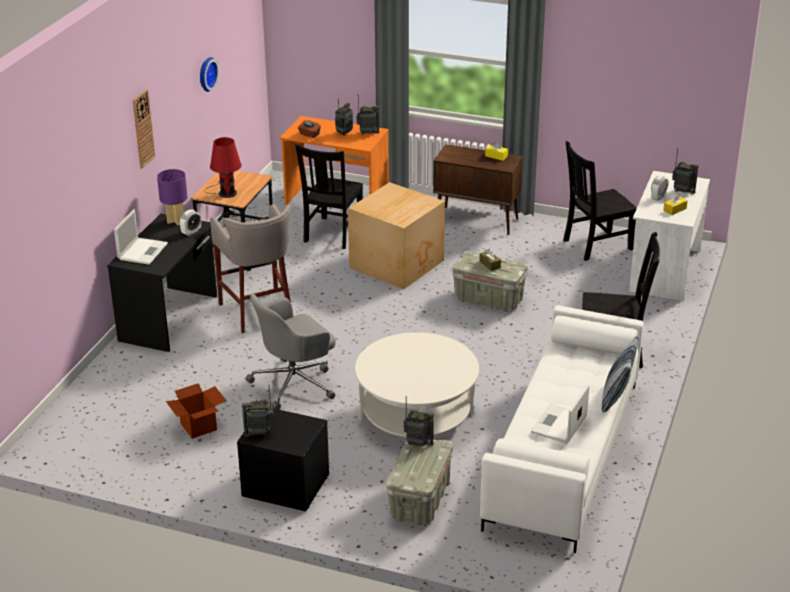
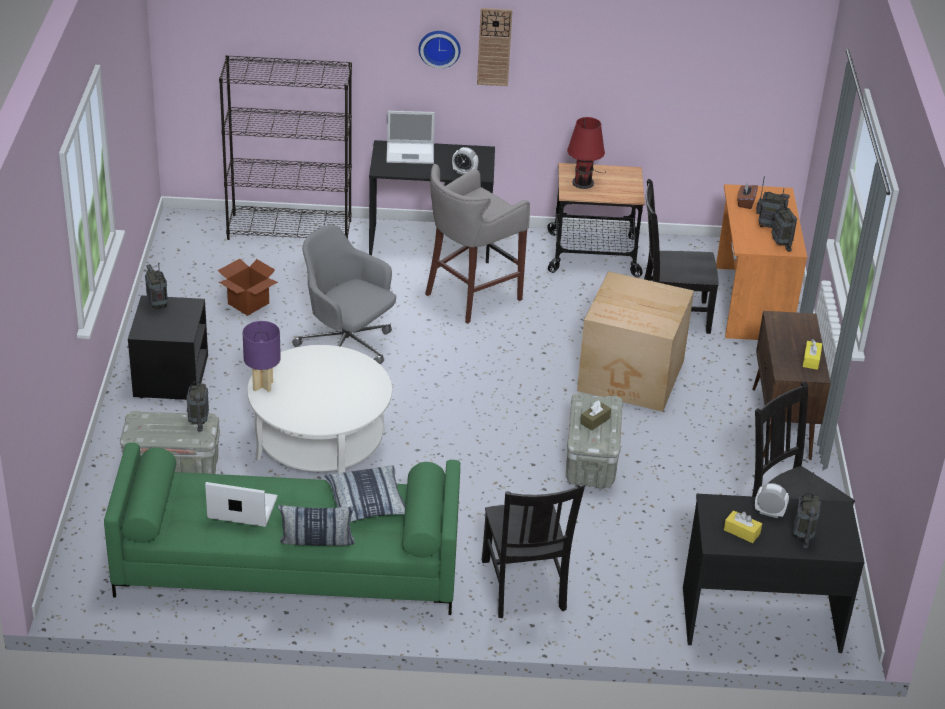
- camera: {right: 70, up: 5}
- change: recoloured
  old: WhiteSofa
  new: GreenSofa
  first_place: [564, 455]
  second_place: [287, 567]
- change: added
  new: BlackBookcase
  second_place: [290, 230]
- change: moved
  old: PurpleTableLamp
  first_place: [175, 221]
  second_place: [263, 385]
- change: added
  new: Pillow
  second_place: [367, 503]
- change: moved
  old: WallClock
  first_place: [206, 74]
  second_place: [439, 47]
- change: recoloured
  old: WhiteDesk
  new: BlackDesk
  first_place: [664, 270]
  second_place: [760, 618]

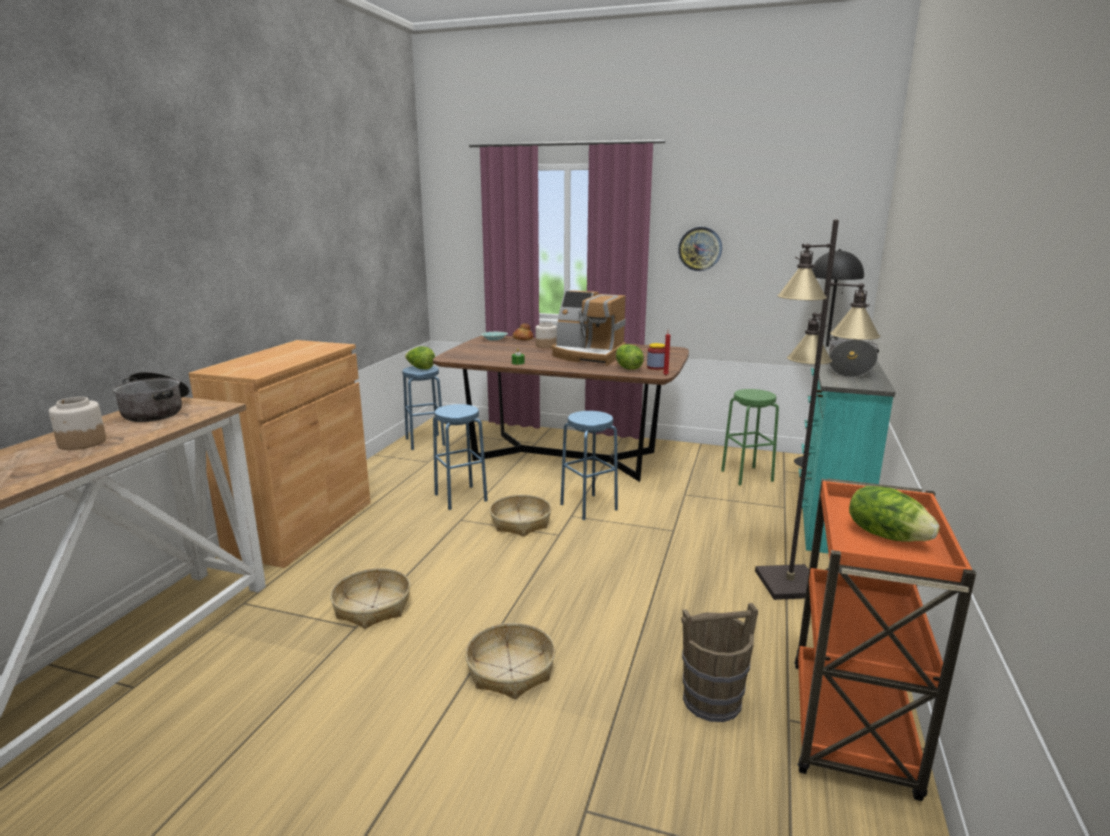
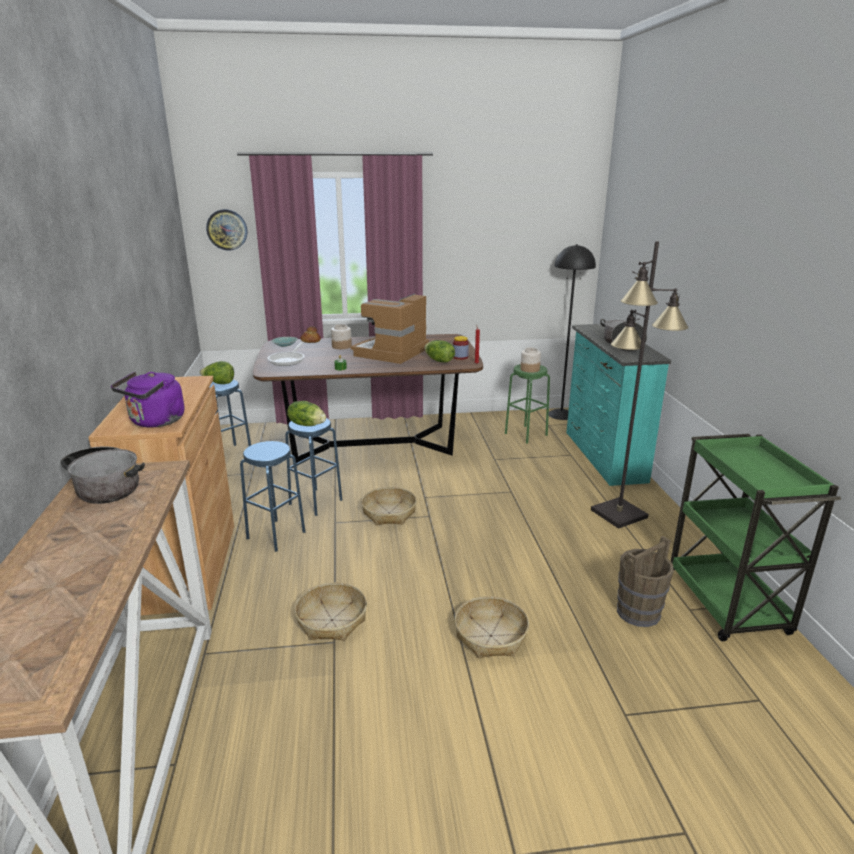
- camera: {right: -25, up: 5}
- change: added
  new: PurpleKettle
  second_place: [155, 422]
- change: moved
  old: WallClock
  first_place: [700, 249]
  second_place: [227, 229]
- change: moved
  old: BlueStool
  first_place: [588, 507]
  second_place: [276, 535]
- change: added
  new: FryingPan
  second_place: [288, 360]
- change: moved
  old: Lettuce
  first_place: [886, 535]
  second_place: [307, 424]
- change: turned
  old: CoffeeMachine
  first_place: [588, 356]
  second_place: [391, 352]
  degrees: 120
- change: moved
  old: Jar
  first_place: [82, 443]
  second_place: [529, 369]
- change: recoloured
  old: OrangeCart
  new: GreenCart
  first_place: [851, 729]
  second_place: [727, 604]

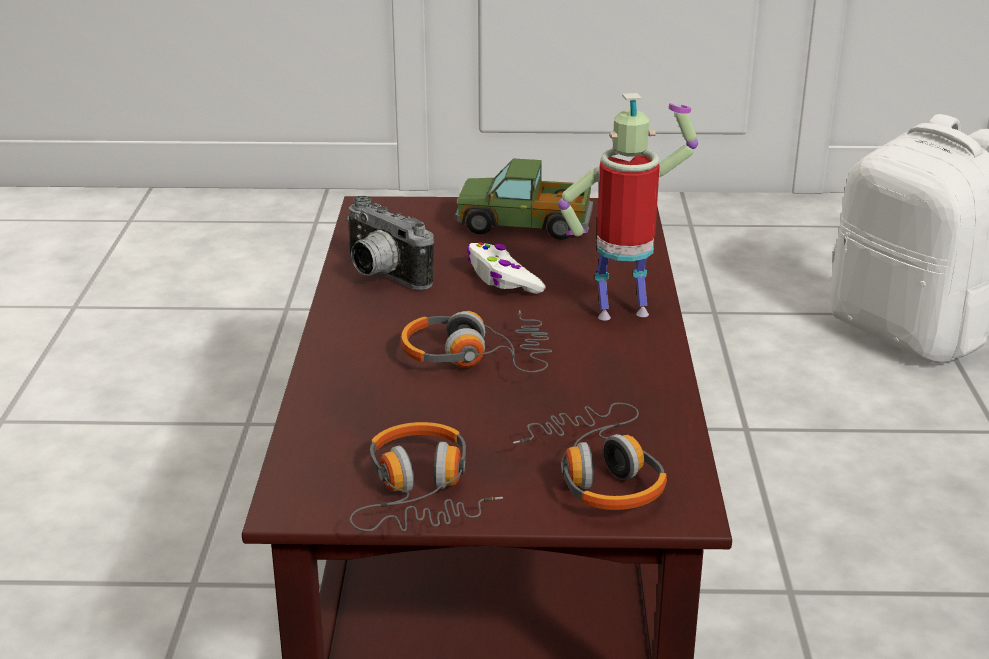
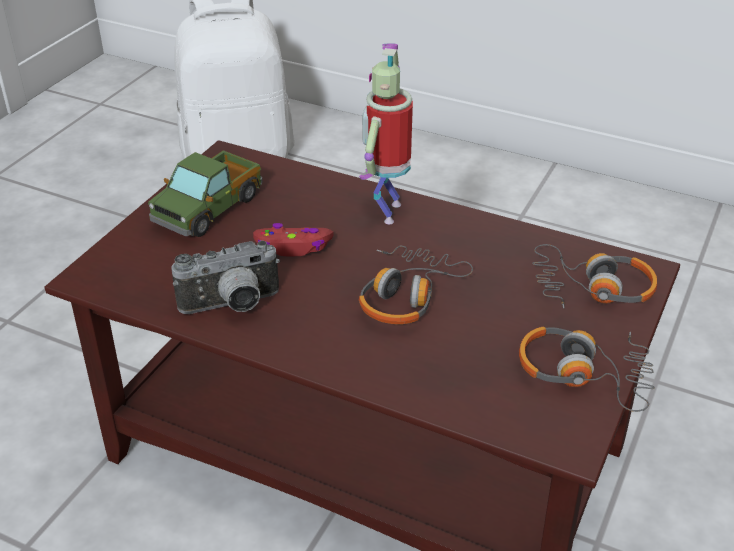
- camera: {right: -65, up: 10}
- change: recoloured
  old: WhiteGameController
  new: RedGameController
  first_place: [502, 279]
  second_place: [293, 247]

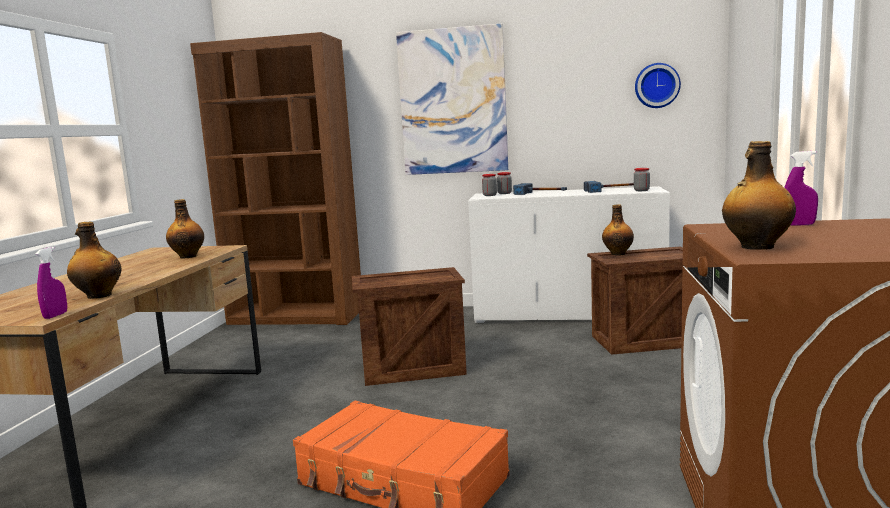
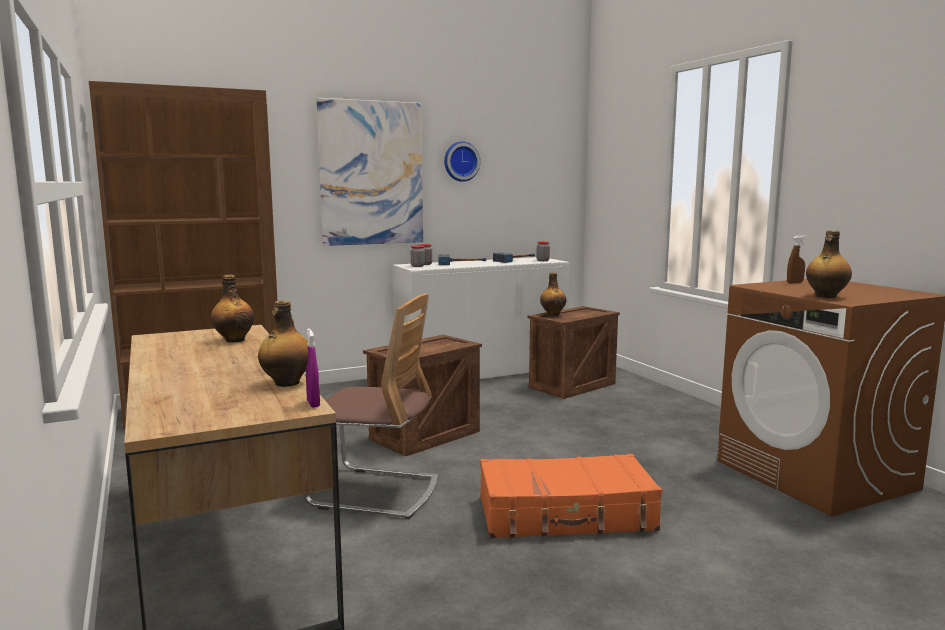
- camera: {right: -35, up: 0}
- change: added
  new: Chair
  second_place: [374, 492]
- change: moved
  old: WallClock
  first_place: [656, 85]
  second_place: [460, 161]
- change: recoloured
  old: PurpleSprayBottle
  new: BrownSprayBottle
  first_place: [798, 225]
  second_place: [795, 283]

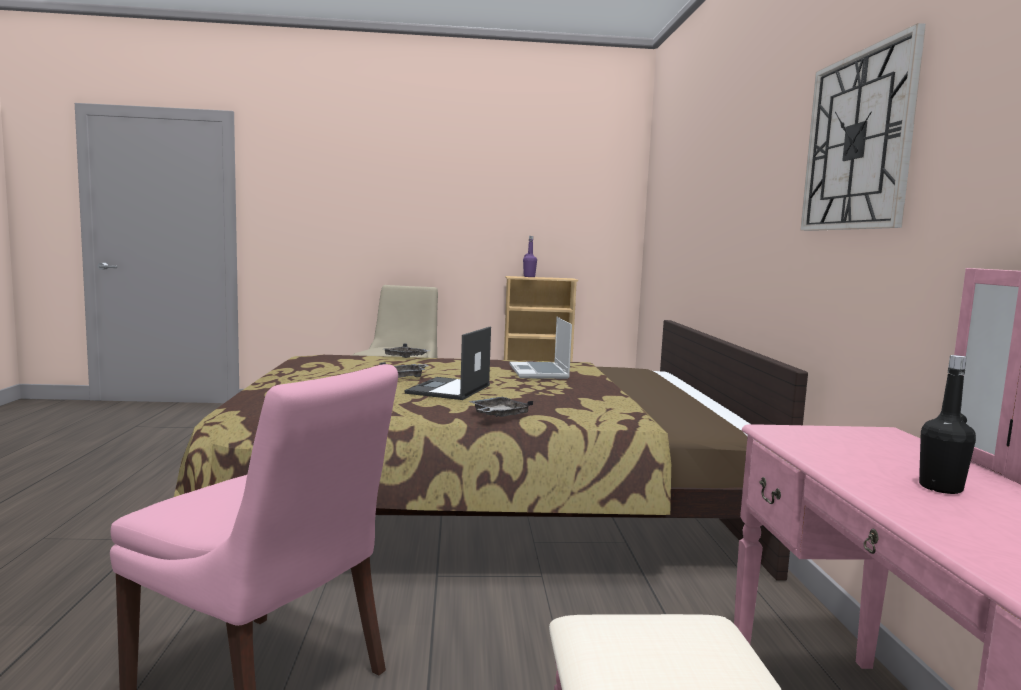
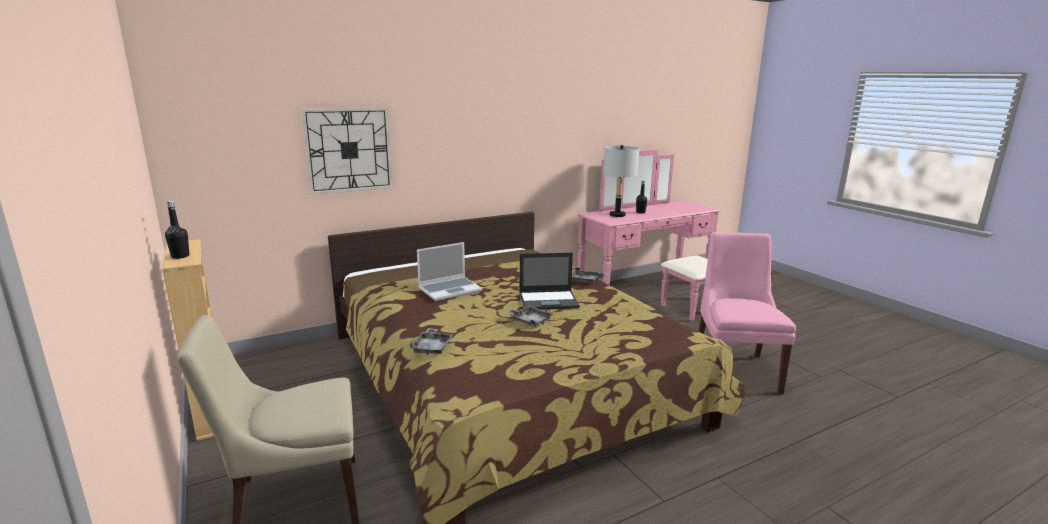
- camera: {right: -115, up: 10}
- change: recoloured
  old: PurpleBottle
  new: BlackBottle
  first_place: [529, 276]
  second_place: [180, 256]
- change: moved
  old: WallClock
  first_place: [858, 141]
  second_place: [349, 150]
- change: added
  new: GreyTableLamp
  second_place: [617, 215]

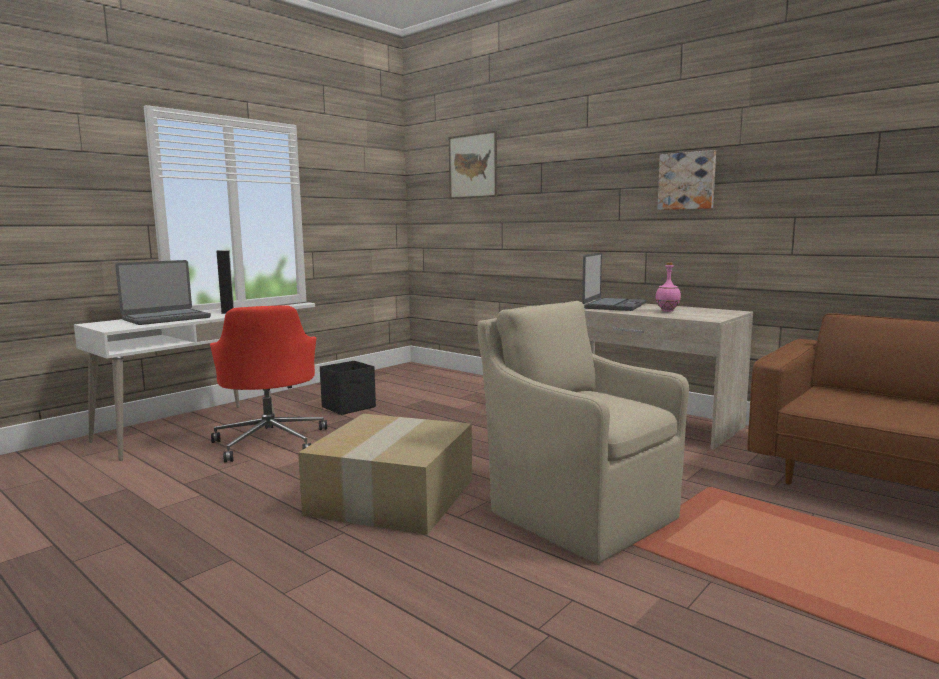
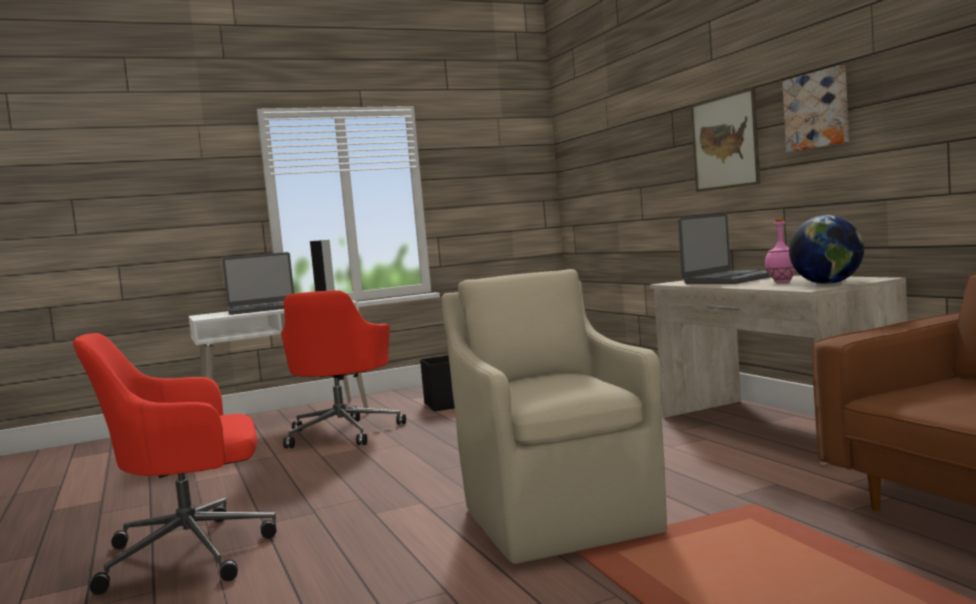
- camera: {right: 25, up: -5}
- change: added
  new: RedOfficeChair
  second_place: [193, 552]
- change: moved
  old: Picture
  first_place: [473, 166]
  second_place: [725, 142]
- change: added
  new: Globe
  second_place: [827, 283]
- change: removed
  old: CardboardBox
  first_place: [391, 495]

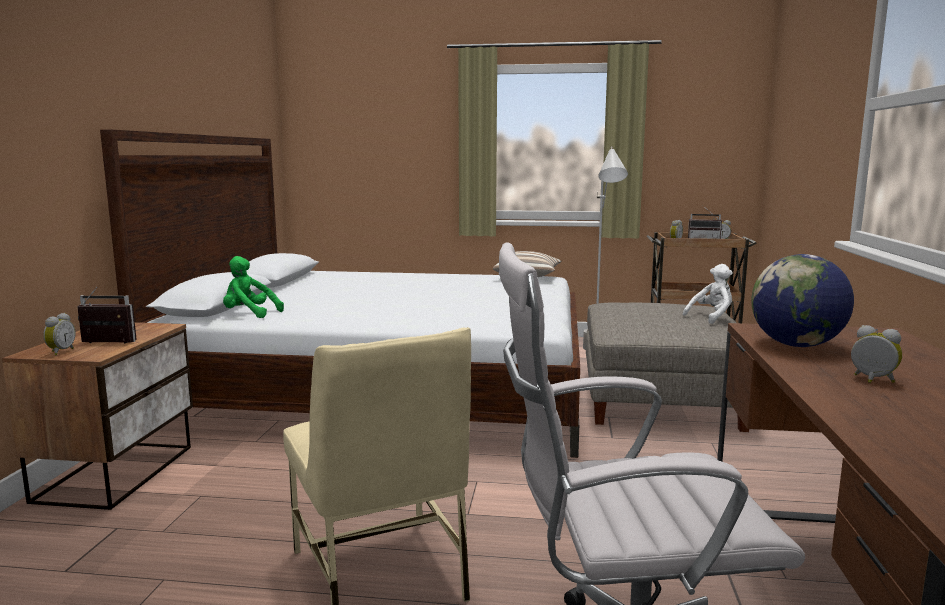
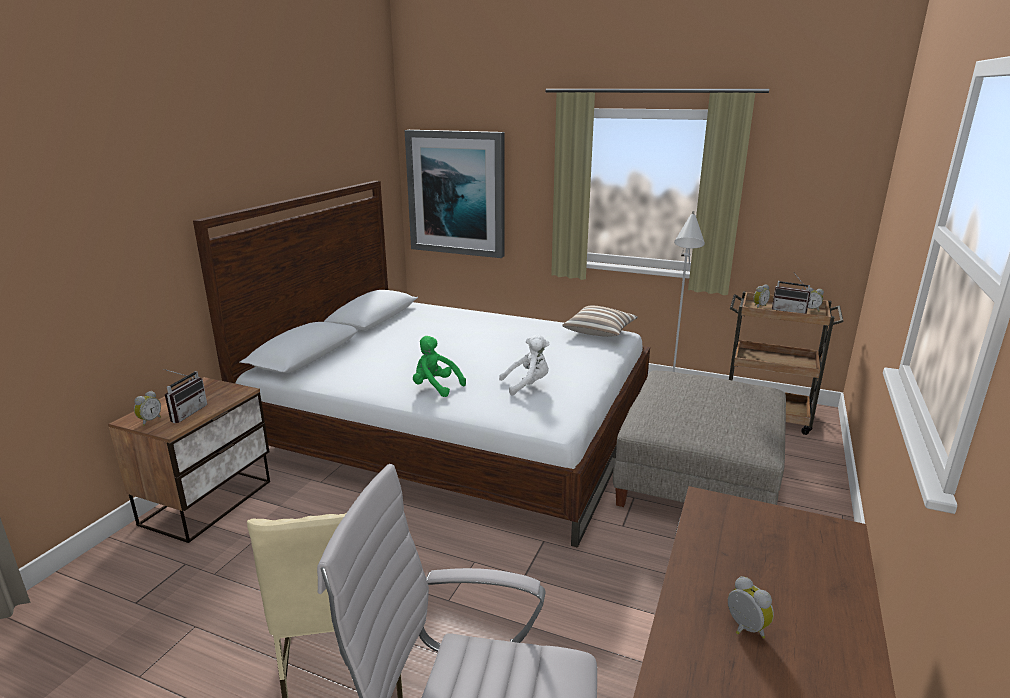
- camera: {right: 15, up: 10}
- change: turned
  old: Radio
  first_place: [105, 344]
  second_place: [185, 413]
  degrees: 90
- change: added
  new: Picture
  second_place: [457, 193]
- change: moved
  old: GreenPlushToy
  first_place: [249, 314]
  second_place: [435, 387]
- change: moved
  old: WhitePlushToy
  first_place: [711, 317]
  second_place: [527, 385]
- change: removed
  old: Globe
  first_place: [796, 345]

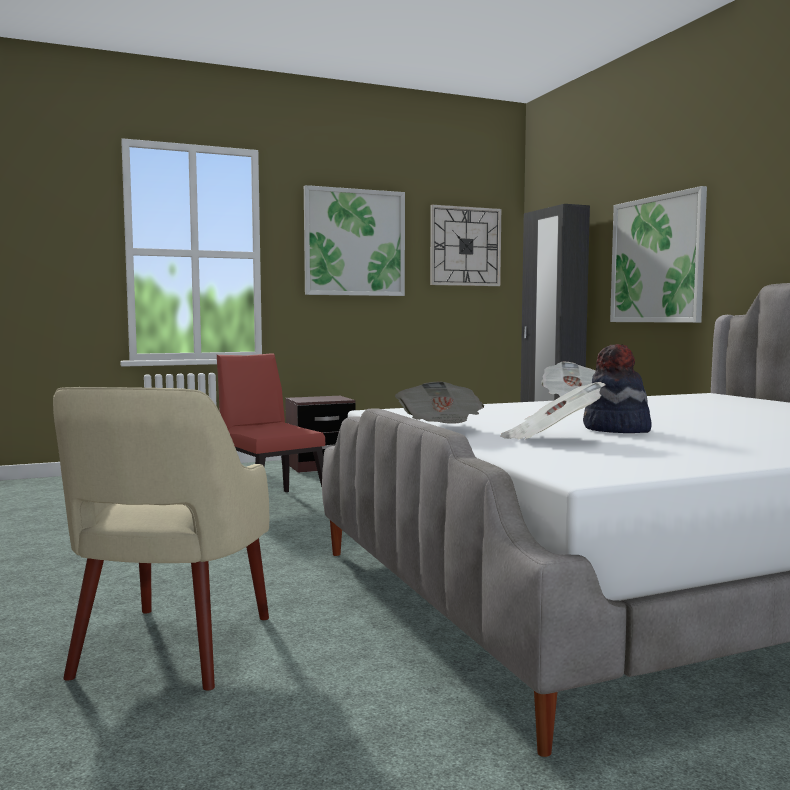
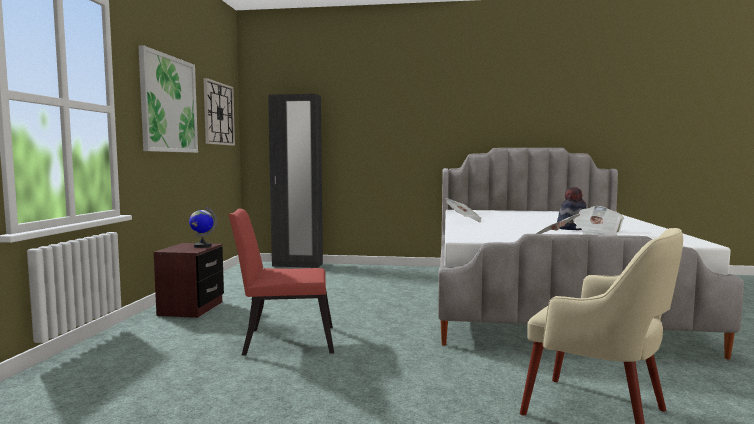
- camera: {right: -60, up: 0}
- change: added
  new: Globe
  second_place: [202, 246]
- change: removed
  old: Picture
  first_place: [657, 260]

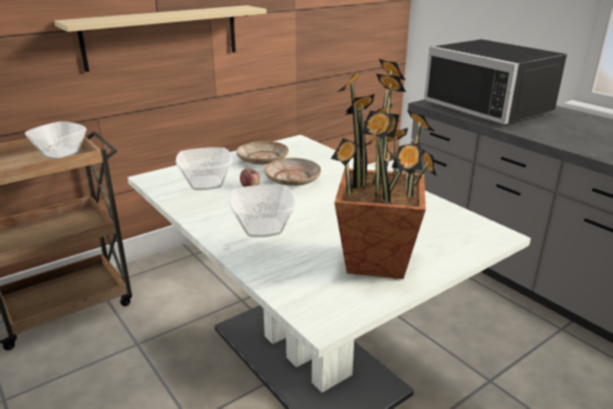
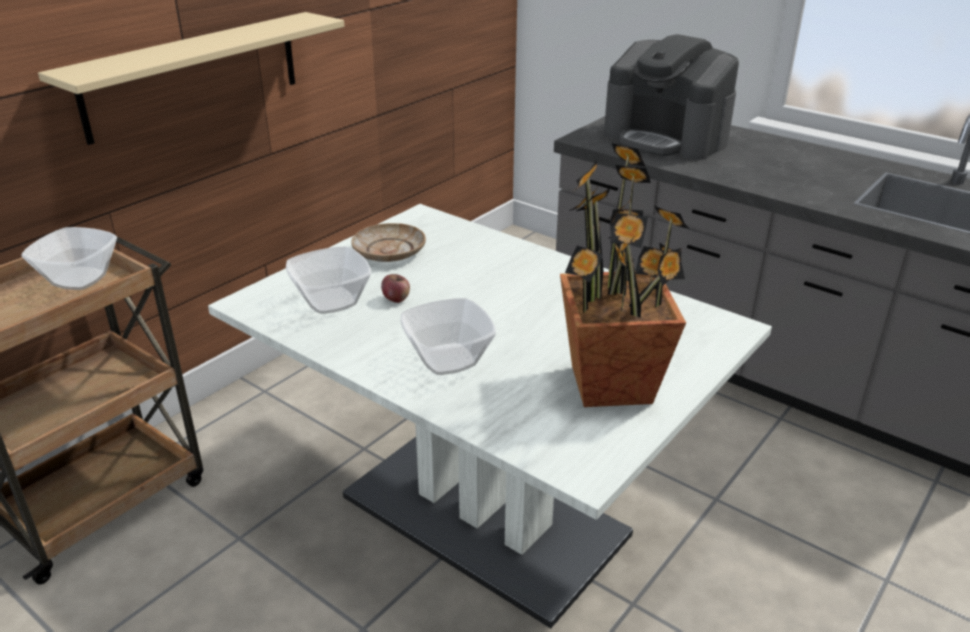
- camera: {right: -15, up: 5}
- change: replaced
  old: BlackMicrowave
  new: CoffeeMachine
  first_place: [493, 107]
  second_place: [666, 138]
- change: removed
  old: BeigePlate
  first_place: [293, 179]

